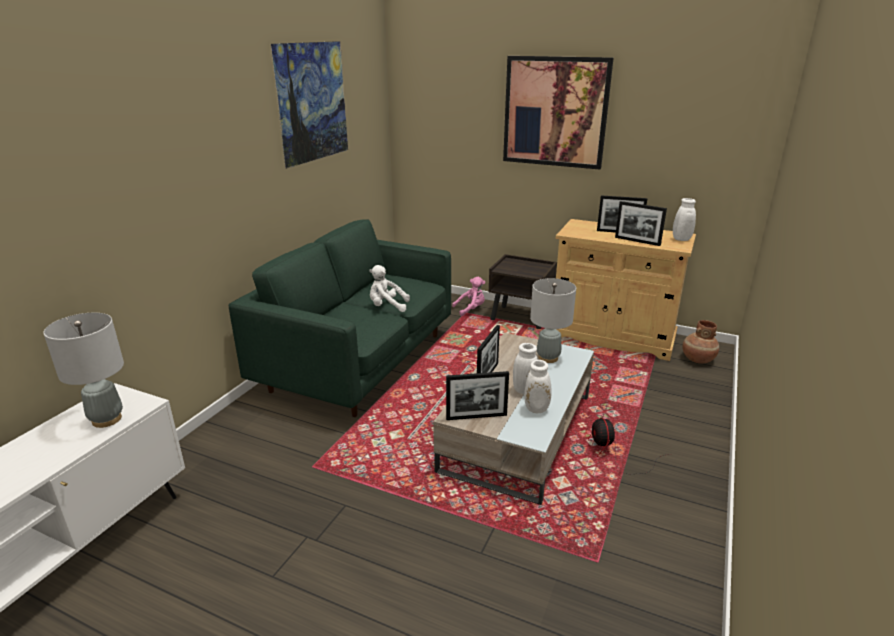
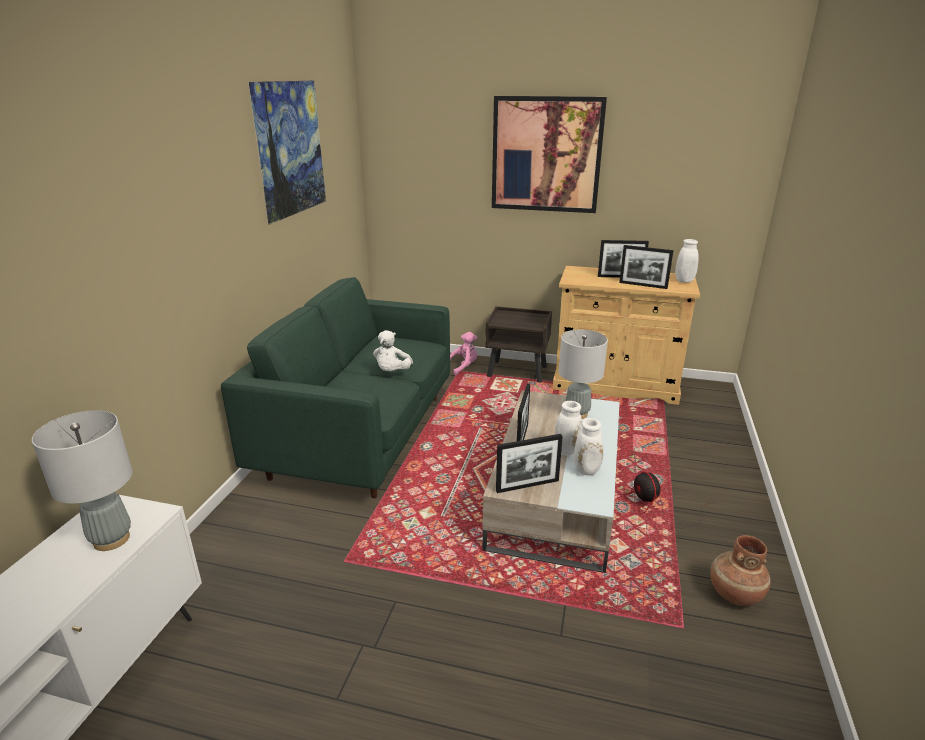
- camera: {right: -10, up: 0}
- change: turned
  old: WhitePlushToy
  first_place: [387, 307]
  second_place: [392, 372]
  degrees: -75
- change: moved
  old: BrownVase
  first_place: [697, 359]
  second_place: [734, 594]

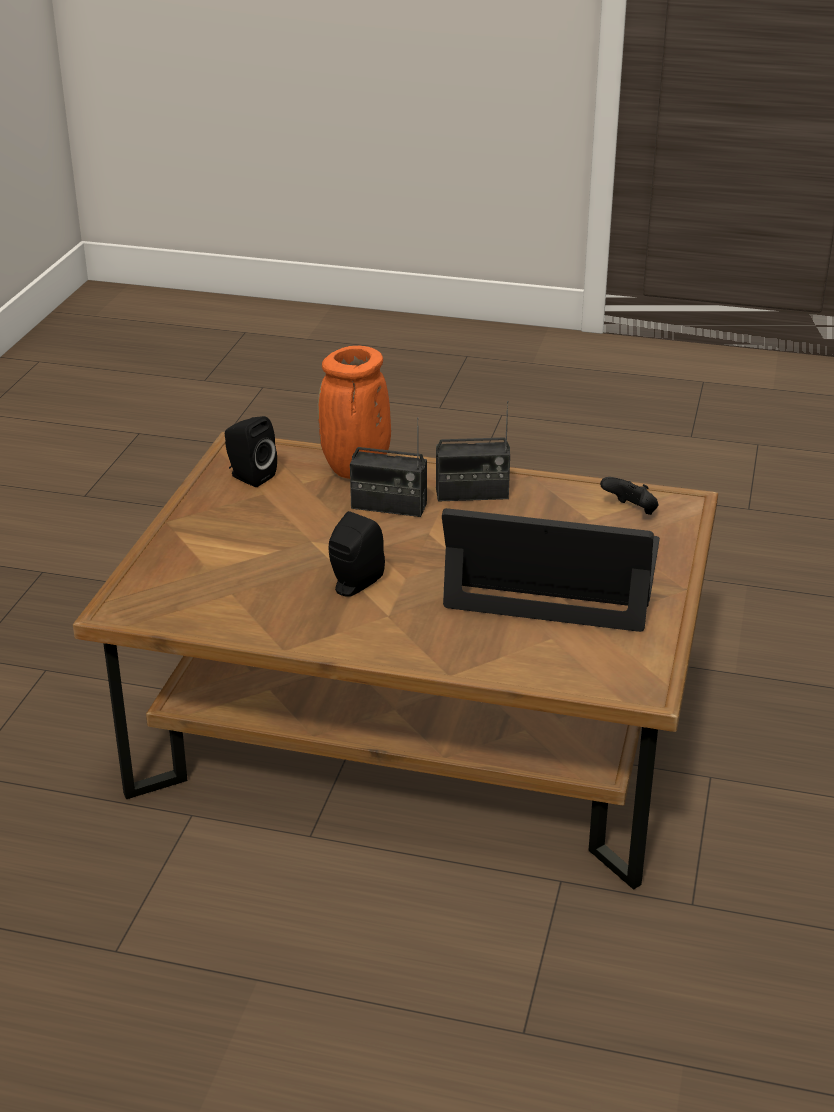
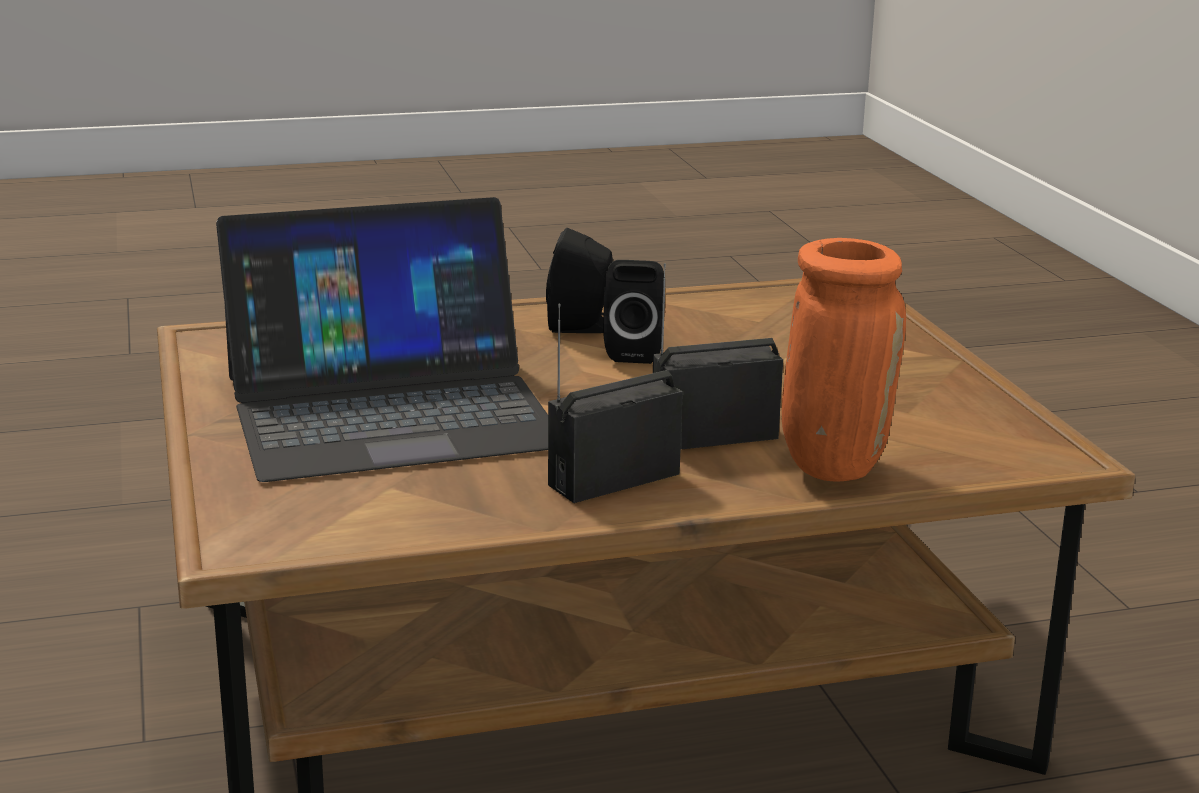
- camera: {right: 150, up: -10}
- change: moved
  old: BlackSpeaker
  first_place: [249, 477]
  second_place: [582, 327]
- change: removed
  old: BlackGameController
  first_place: [631, 511]

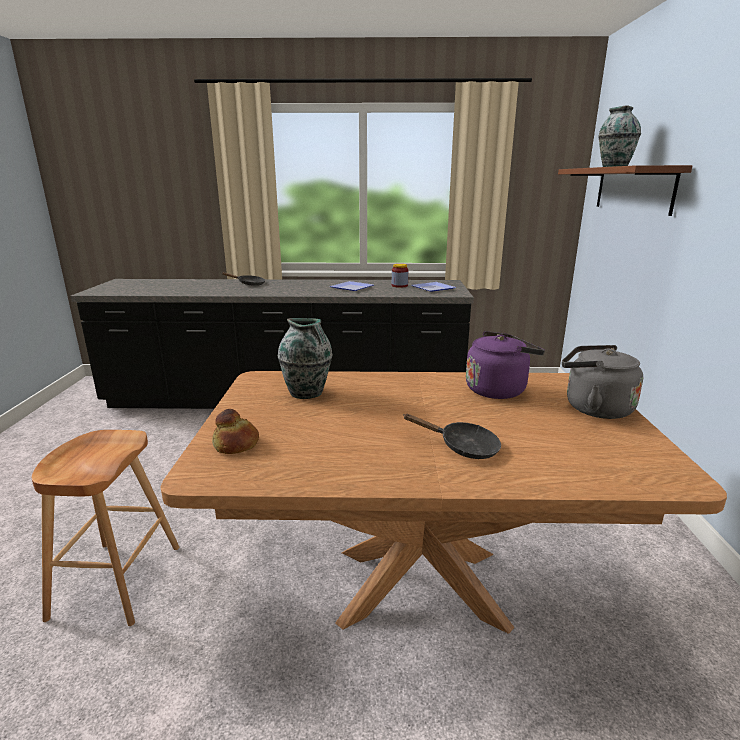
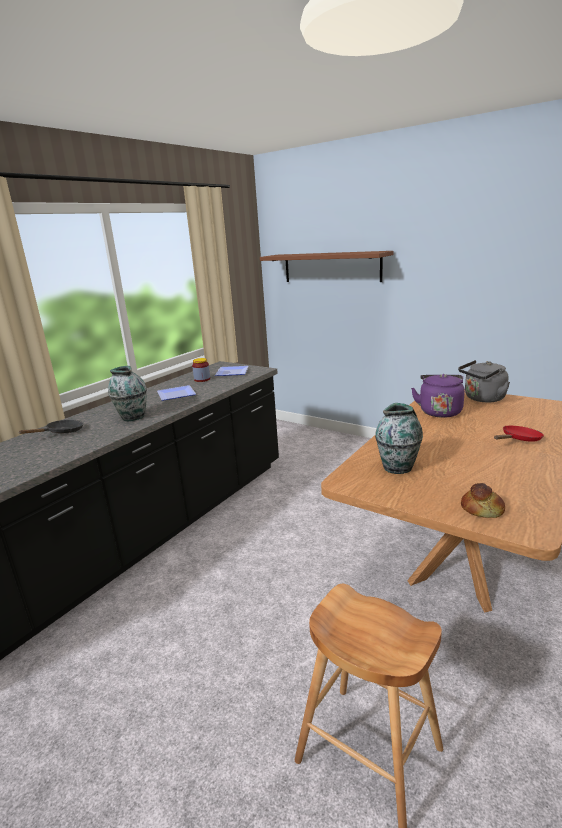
- camera: {right: -55, up: 0}
- change: moved
  old: Vase
  first_place: [614, 166]
  second_place: [132, 417]
- change: recoloured
  old: BlackFryingPan
  new: RedFryingPan
  first_place: [463, 447]
  second_place: [519, 439]

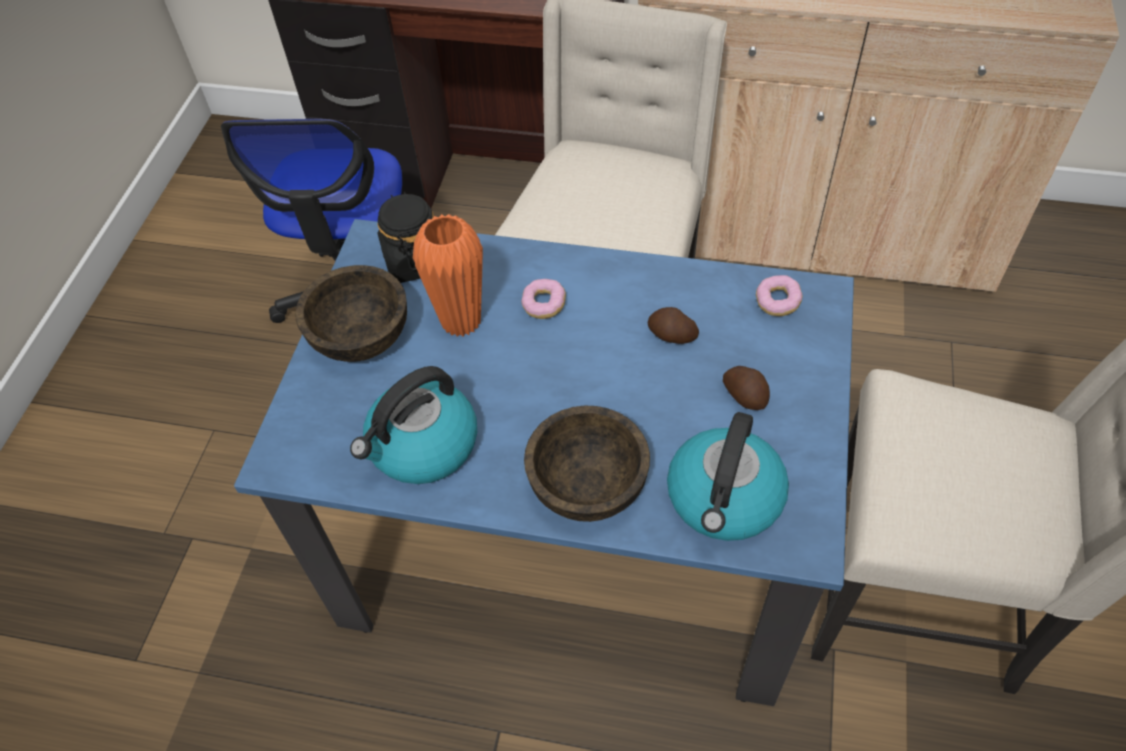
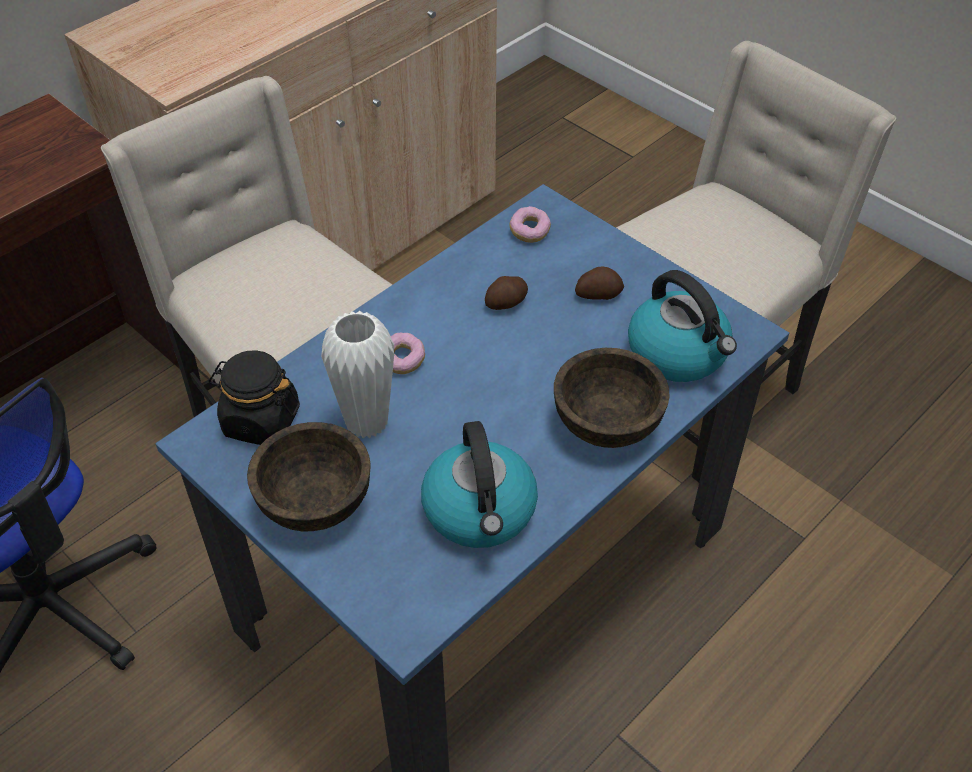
- camera: {right: -60, up: -5}
- change: recoloured
  old: OrangeVase
  new: WhiteVase
  first_place: [461, 321]
  second_place: [366, 422]

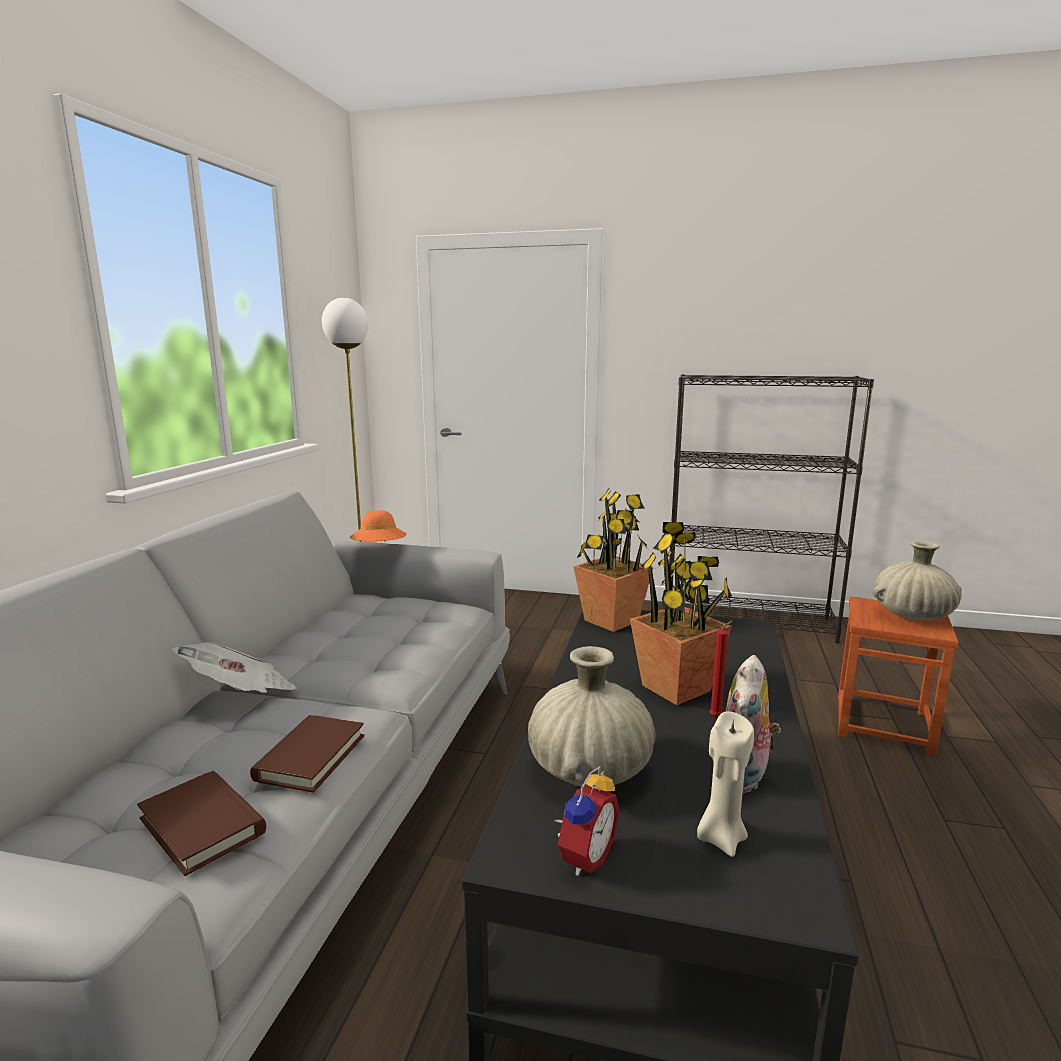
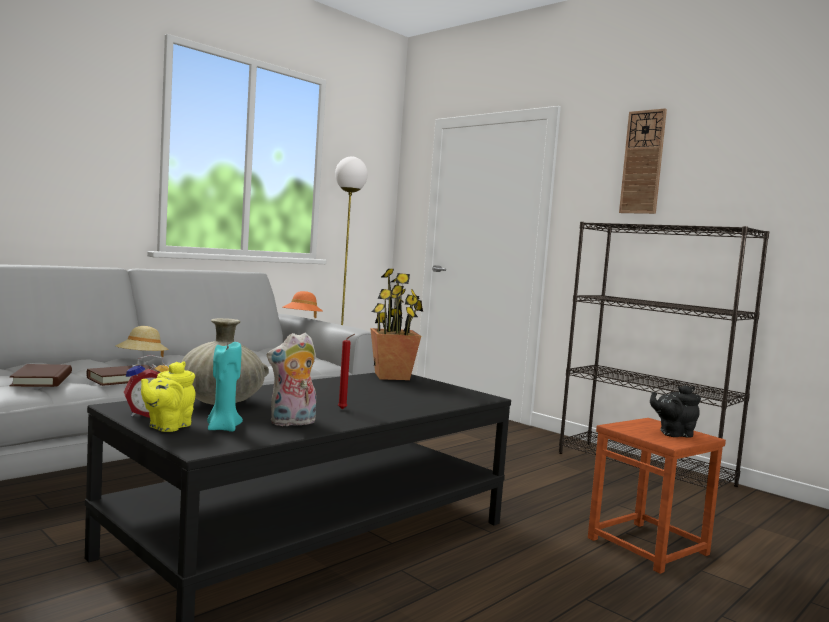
- camera: {right: 30, up: -10}
- change: replaced
  old: Newspaper
  new: BeigeHat
  first_place: [241, 693]
  second_place: [142, 360]
- change: added
  new: YellowTeapot
  second_place: [167, 427]
- change: recoloured
  old: BeigeCandle
  new: TurquoiseCandle
  first_place: [720, 838]
  second_place: [223, 428]
- change: added
  new: WallClock
  second_place: [643, 162]
- change: replaced
  old: BeigeVase
  new: BlackTeapot
  first_place: [912, 616]
  second_place: [673, 434]
- change: removed
  old: PottedPlant
  first_place: [676, 688]

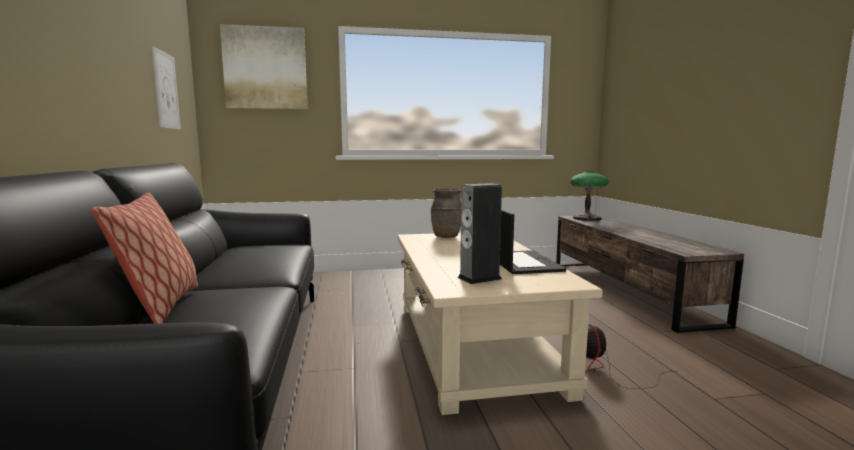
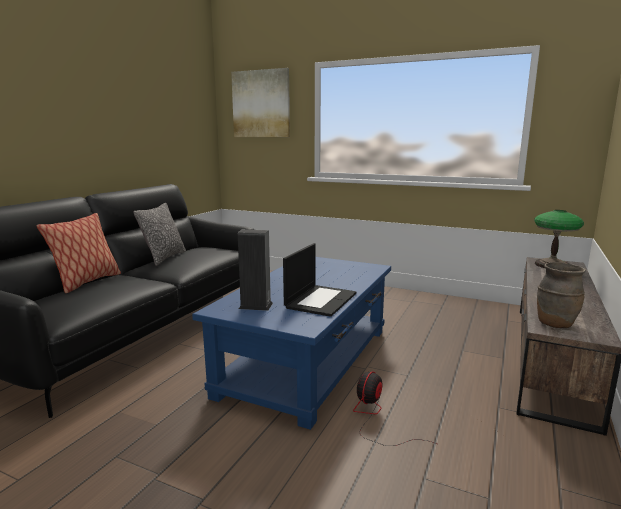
- camera: {right: 35, up: 5}
- change: added
  new: Pillow
  second_place: [164, 258]
- change: recoloured
  old: BeigeCoffeeTable
  new: BlueCoffeeTable
  first_place: [474, 343]
  second_place: [308, 360]
- change: moved
  old: BrownVase
  first_place: [446, 236]
  second_place: [555, 324]
- change: removed
  old: Picture
  first_place: [166, 90]

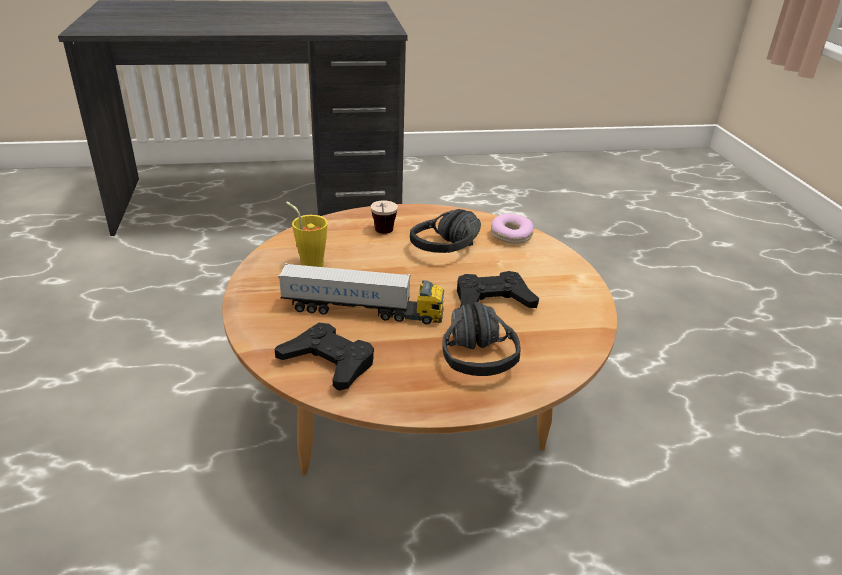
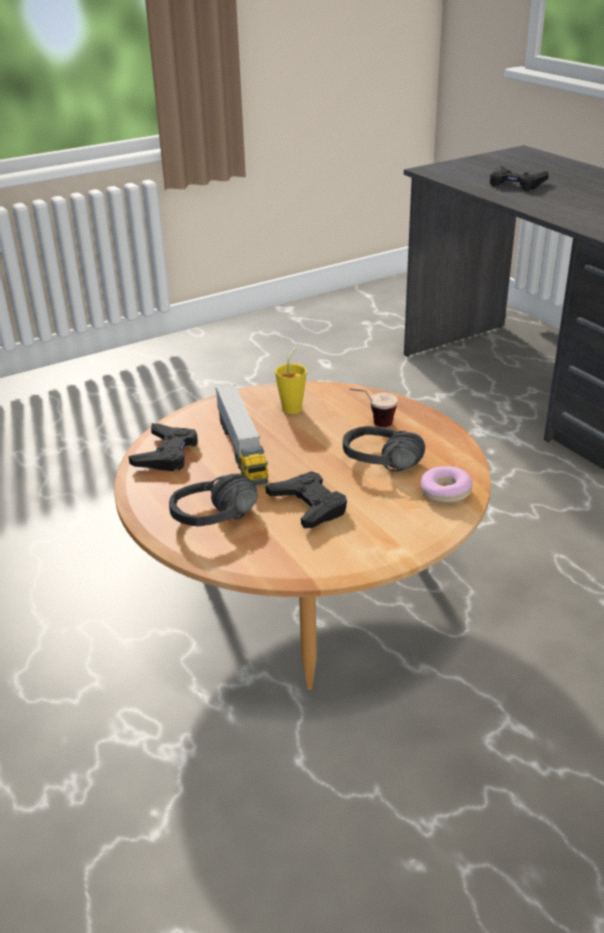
- camera: {right: 70, up: 0}
- change: added
  new: BlackGameController
  second_place: [516, 184]

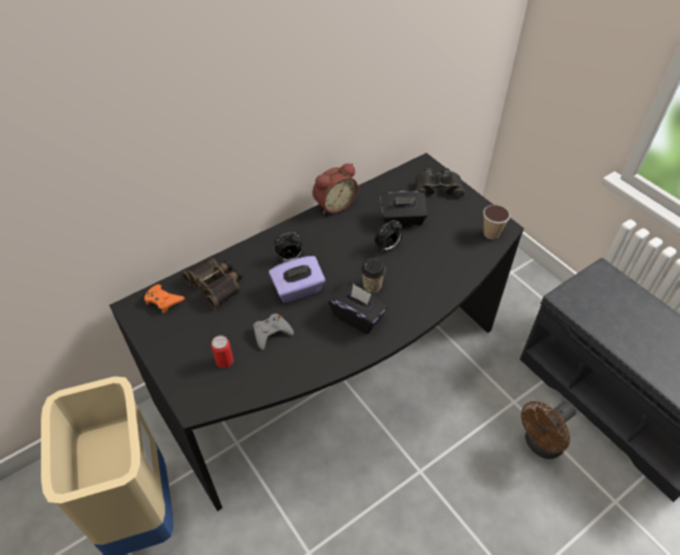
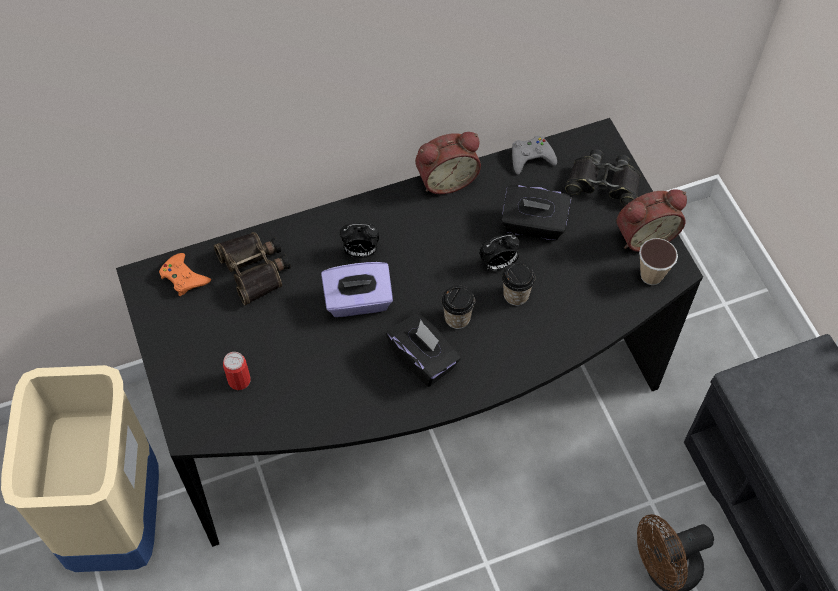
- camera: {right: 15, up: 10}
- change: added
  new: Cup
  second_place: [516, 295]
- change: moved
  old: GreyGameController
  first_place: [271, 333]
  second_place: [531, 158]
- change: added
  new: AlarmClock
  second_place: [644, 235]

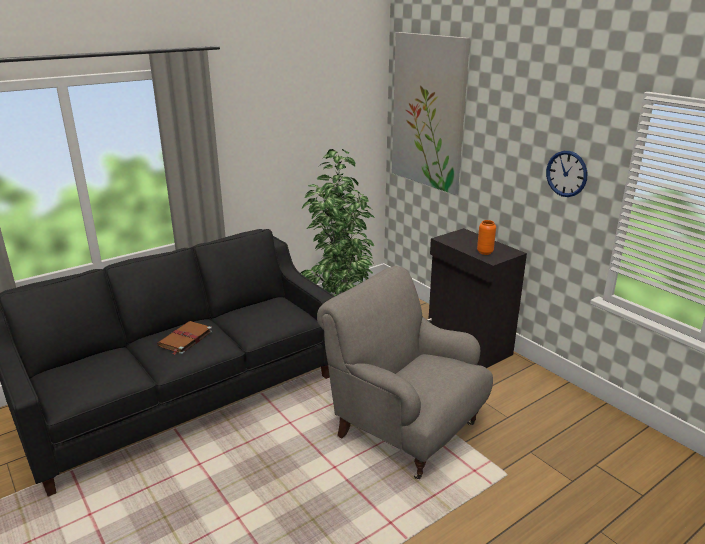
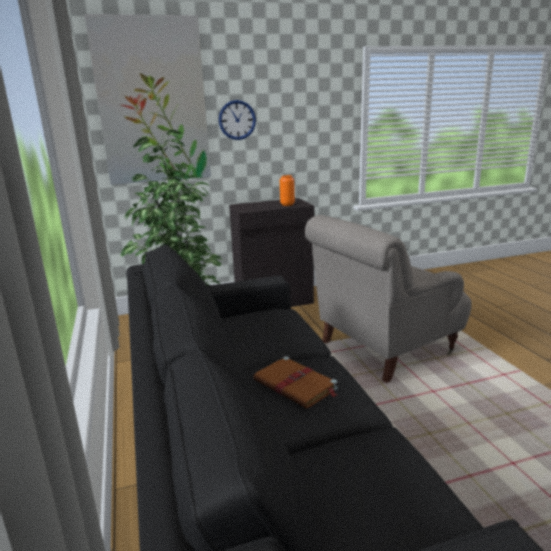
- camera: {right: -70, up: -5}
- change: moved
  old: WallClock
  first_place: [566, 173]
  second_place: [237, 120]

